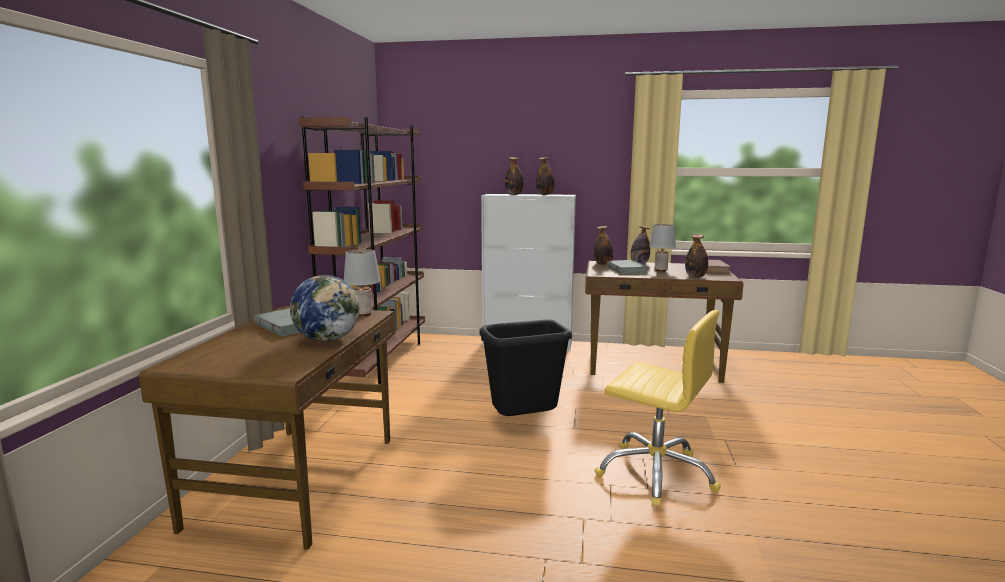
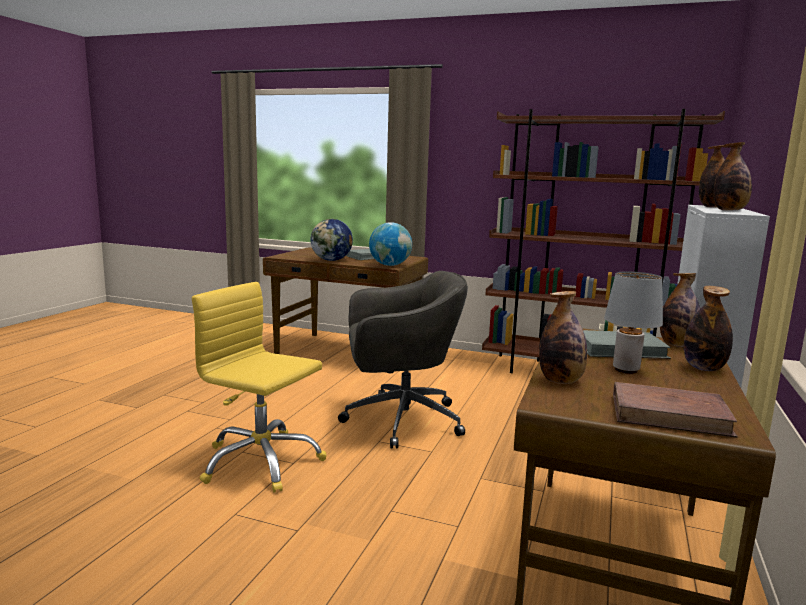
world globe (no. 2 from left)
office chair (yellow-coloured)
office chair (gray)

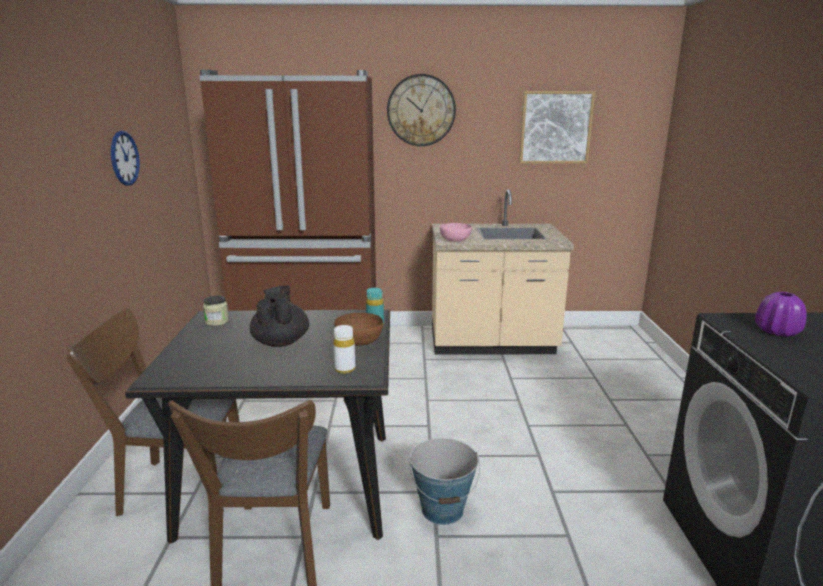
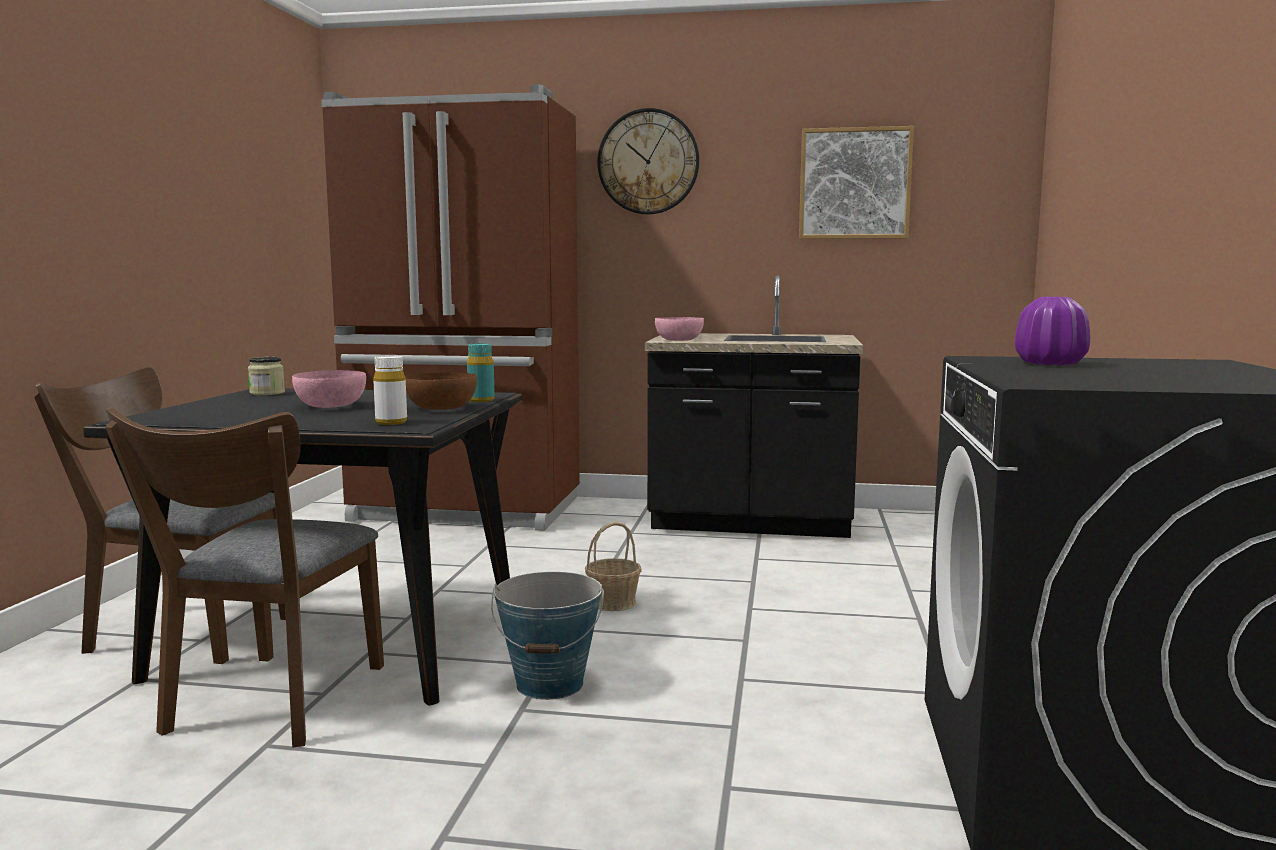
wall clock (no. 1 from left in the first image)
counter (black)
serving bowl (pinkish) (no. 1 from left)
storage basket

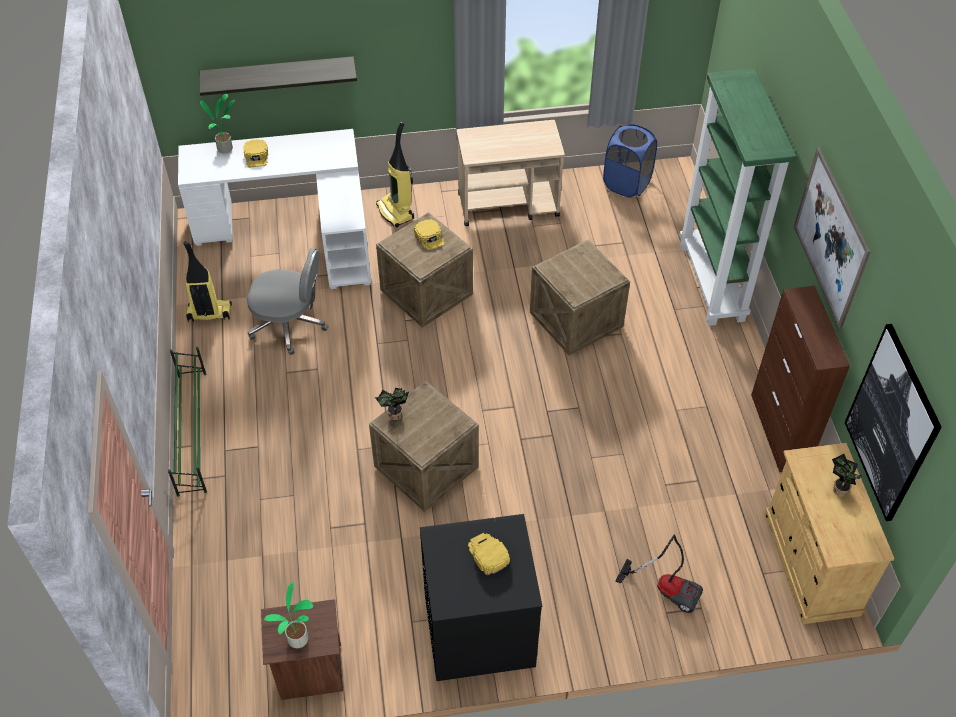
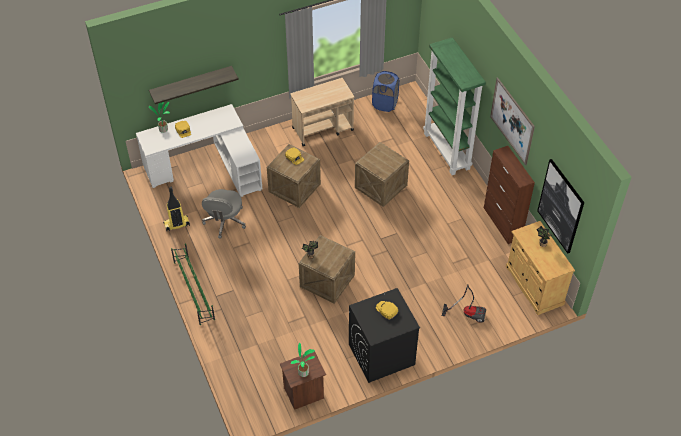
hoover (no. 2 from left in the first image)
office chair (gray)

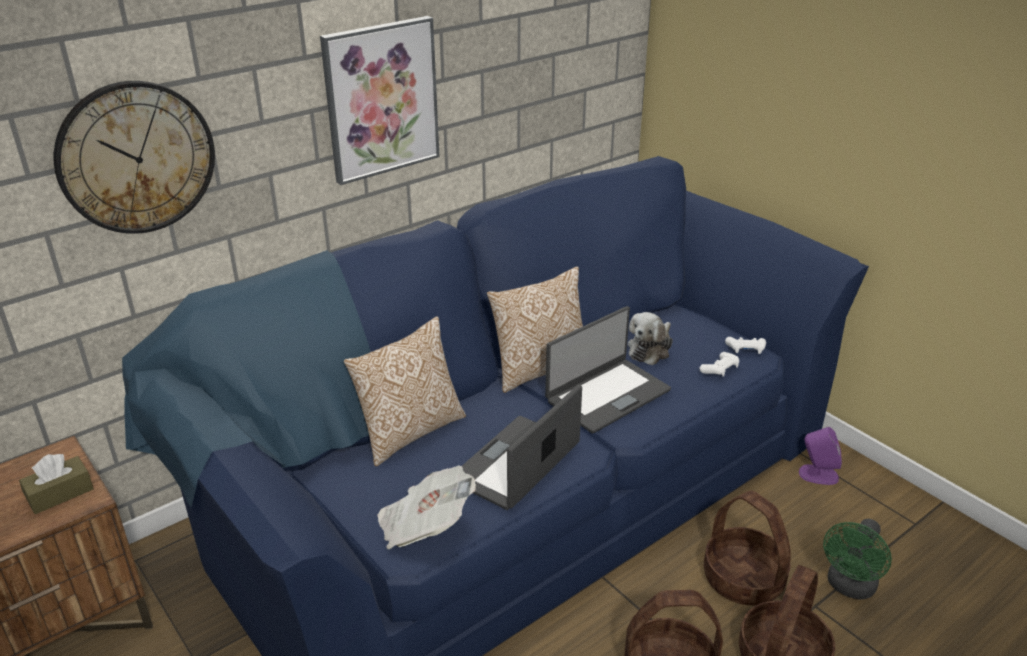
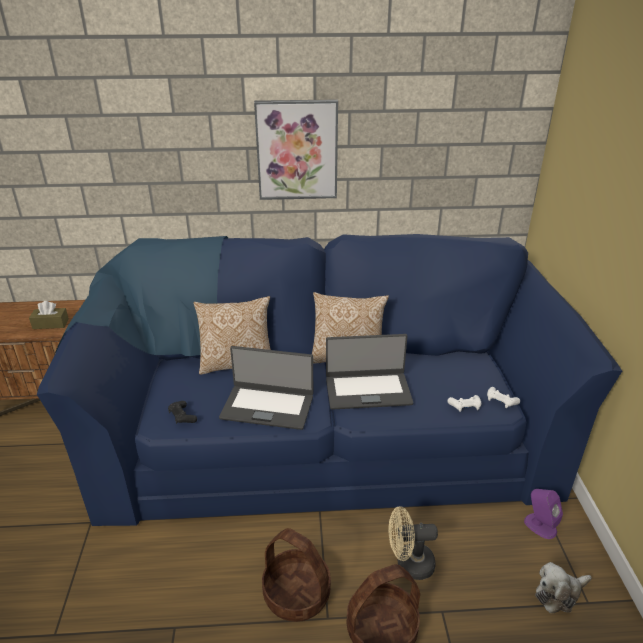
wall clock
plush toy
notebook computer (no. 1 from left)
gamepad (black)
fan (beige-coloured)
fan (green)

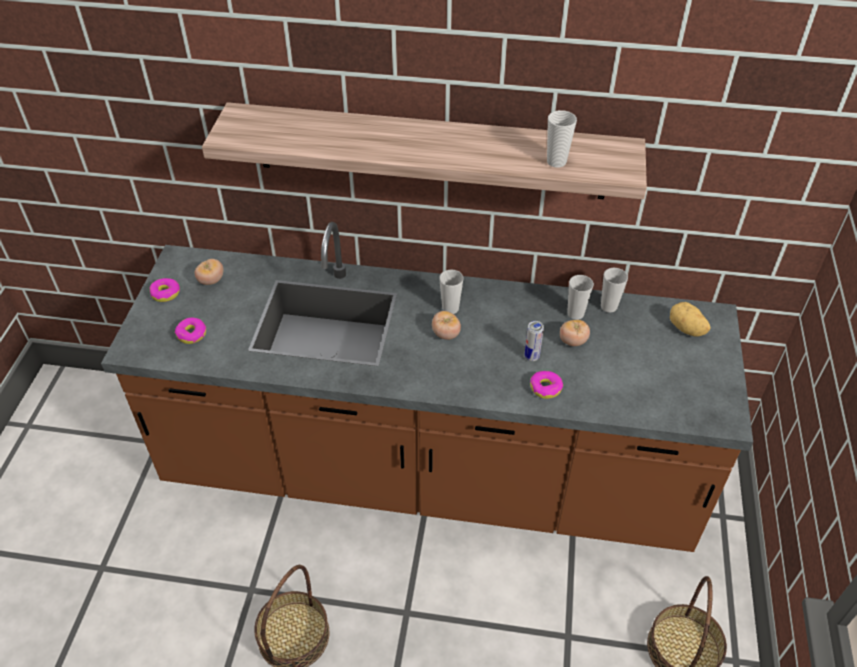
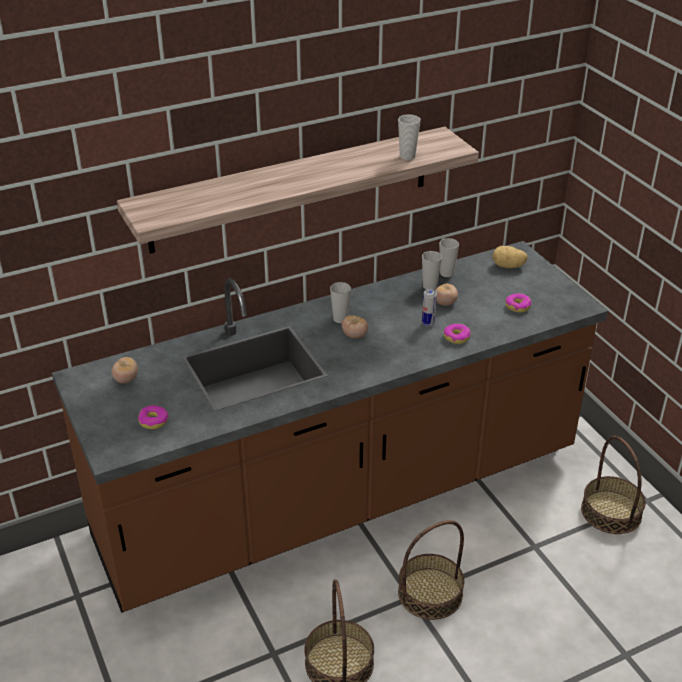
doughnut (no. 3 from left)
storage basket (no. 2 from left)

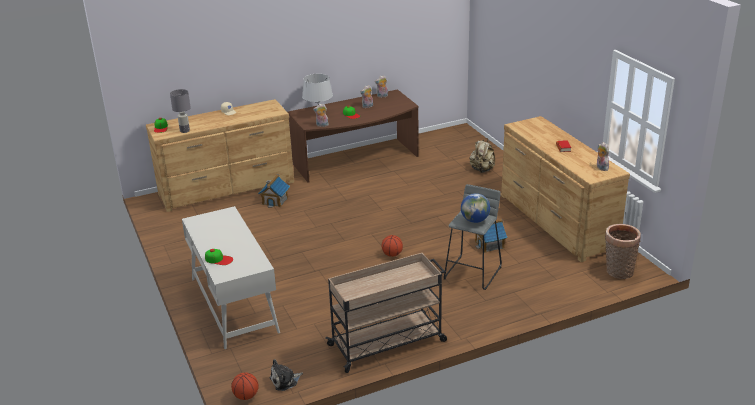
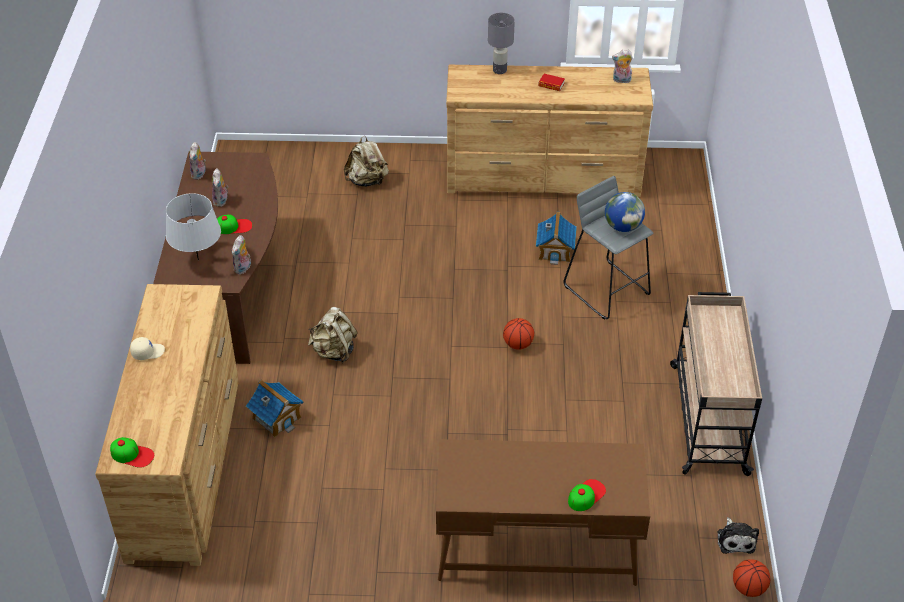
tabletop lamp (gray) (no. 2 from left)
desk table (brown-coloured) (no. 2 from left)
storage basket
rucksack (beige-coloured) (no. 1 from left)

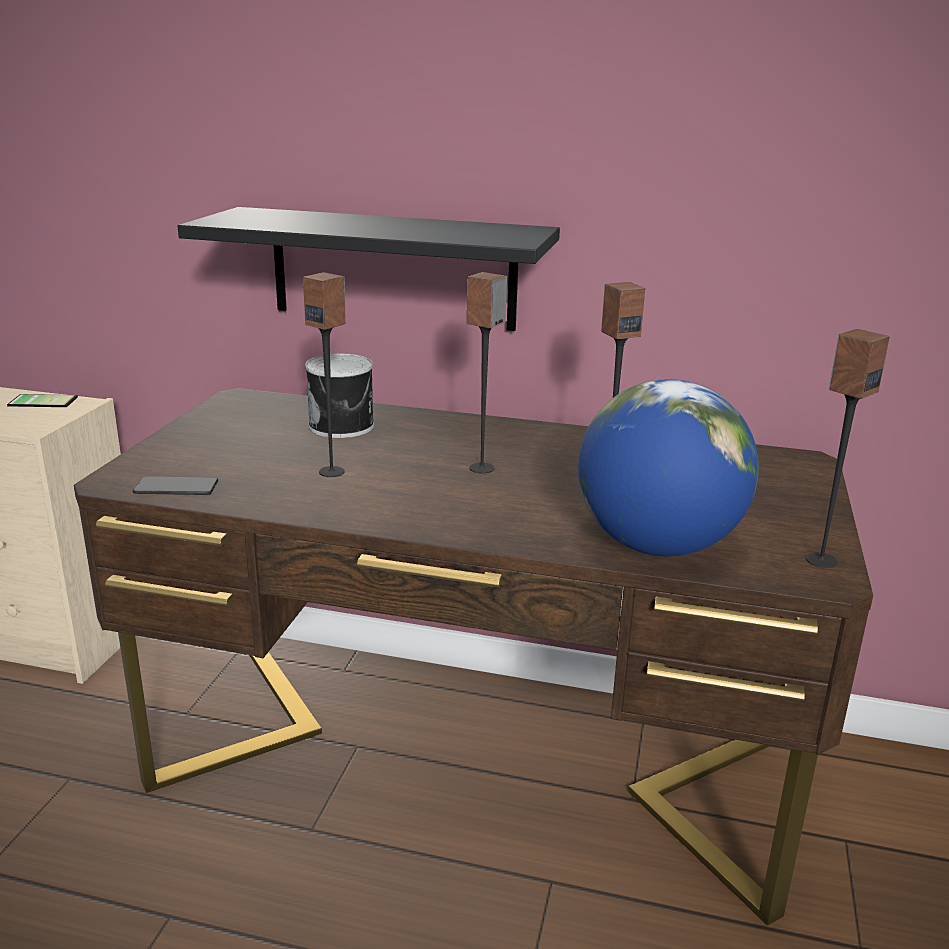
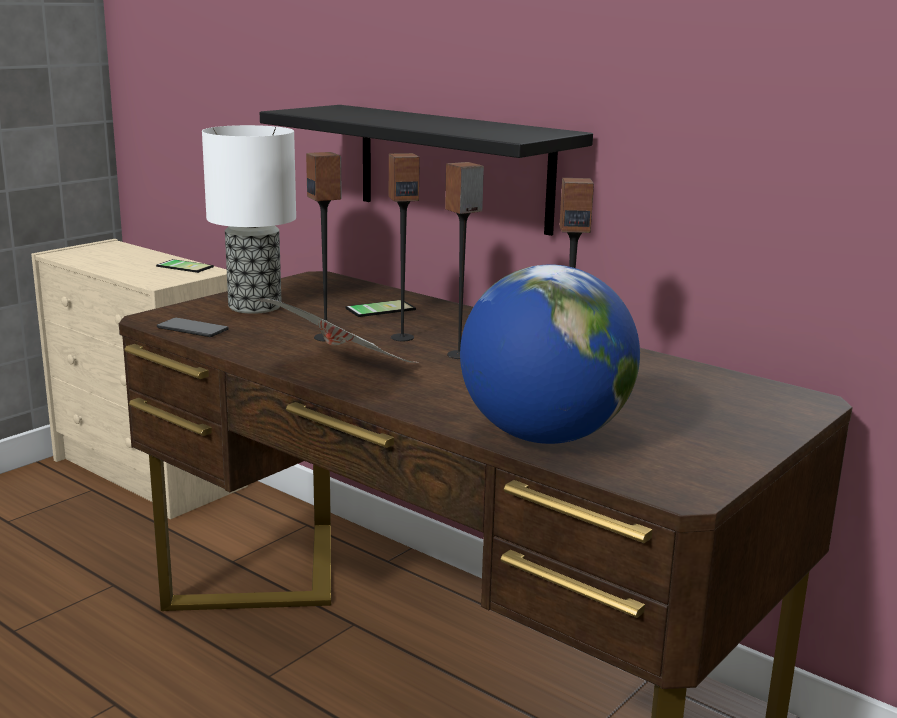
loudspeaker (no. 2 from left)
handset (no. 3 from left)
tabletop lamp
newspaper

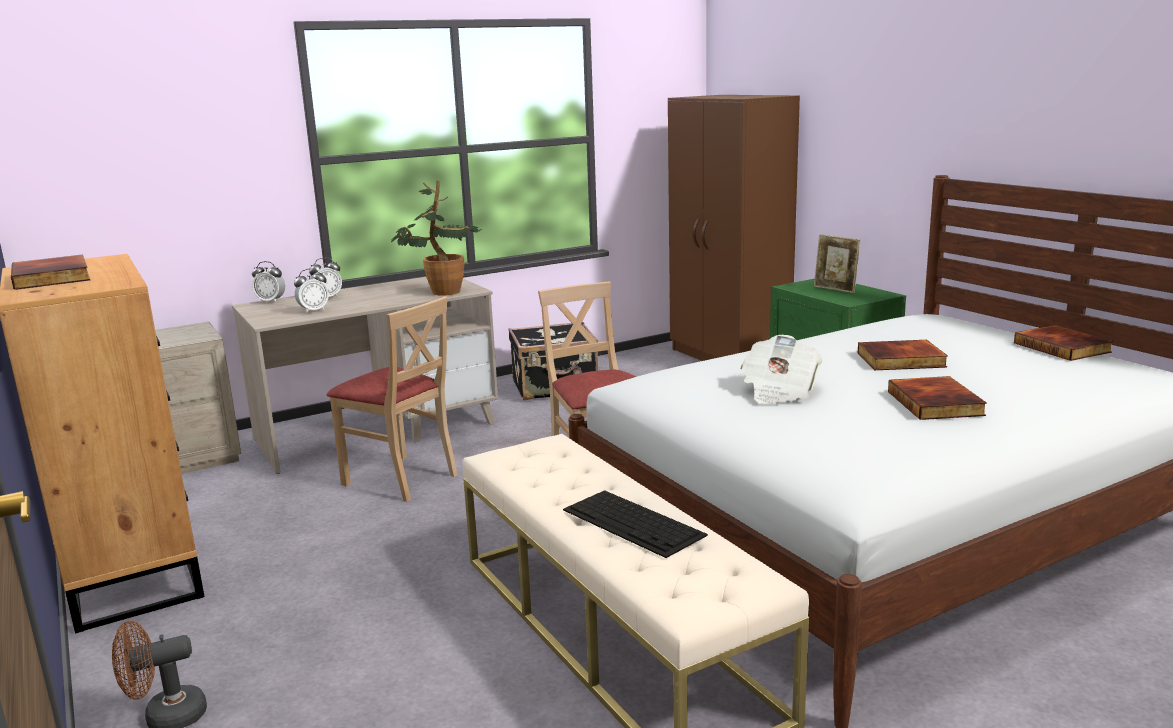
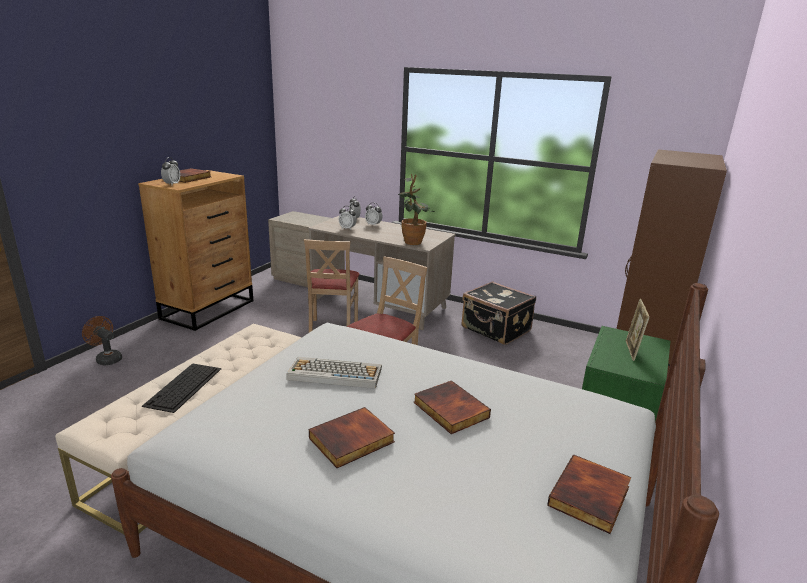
computer keyboard (no. 2 from left)
table clock (no. 1 from left)

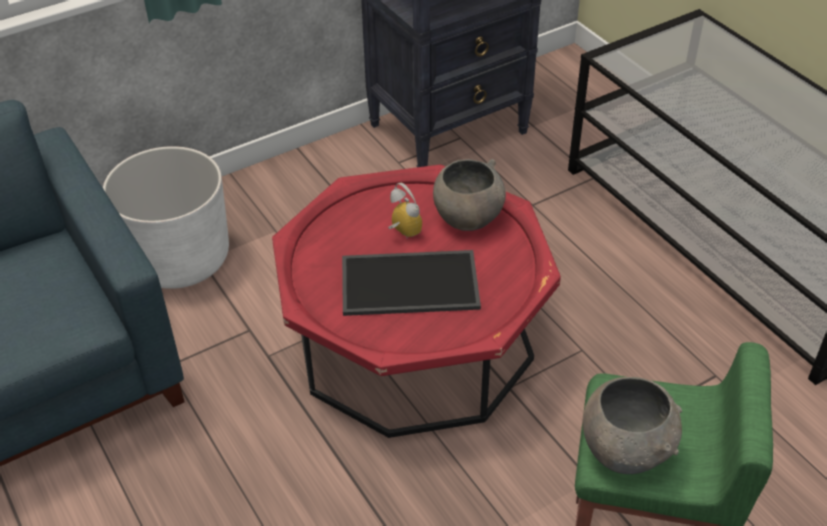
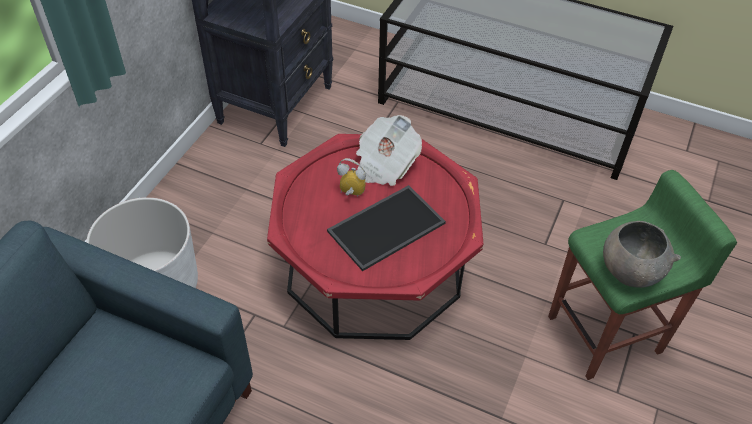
newspaper

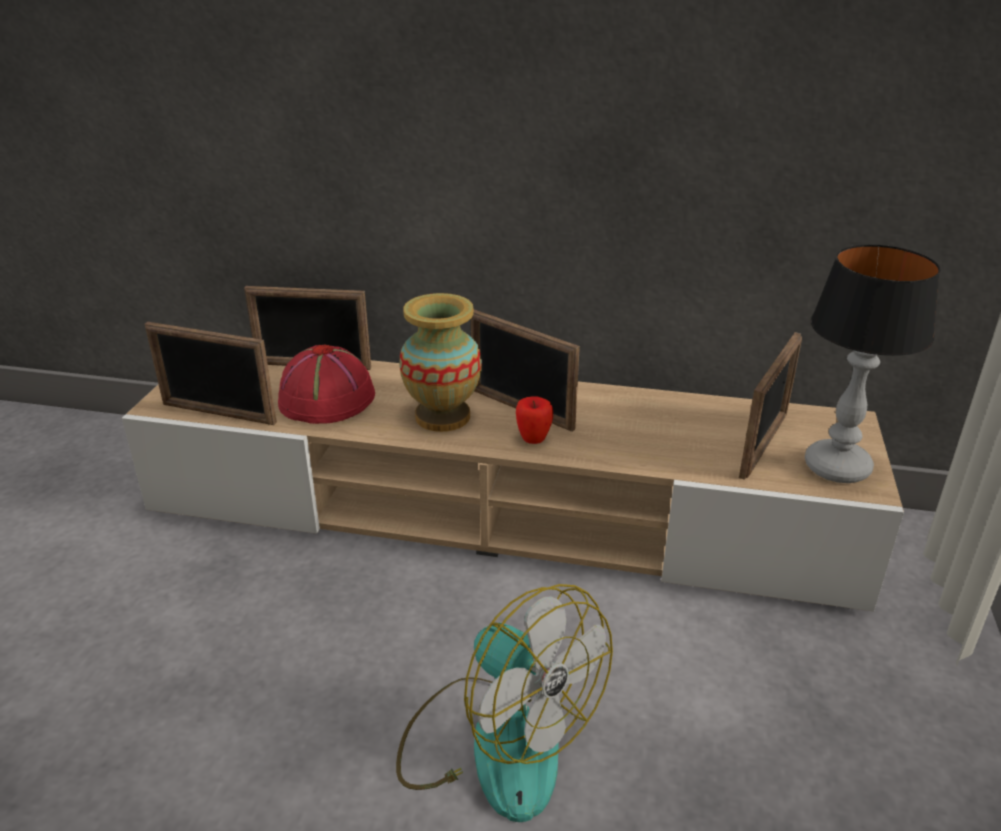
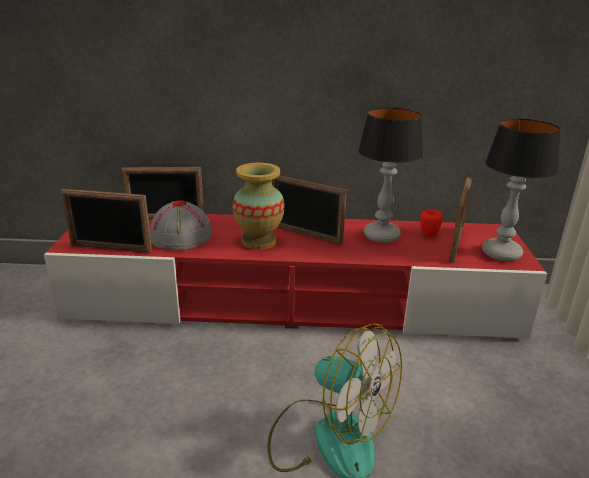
wearable hat (gray)
tv unit (reddish)
whole apple
tabletop lamp (no. 1 from left)

